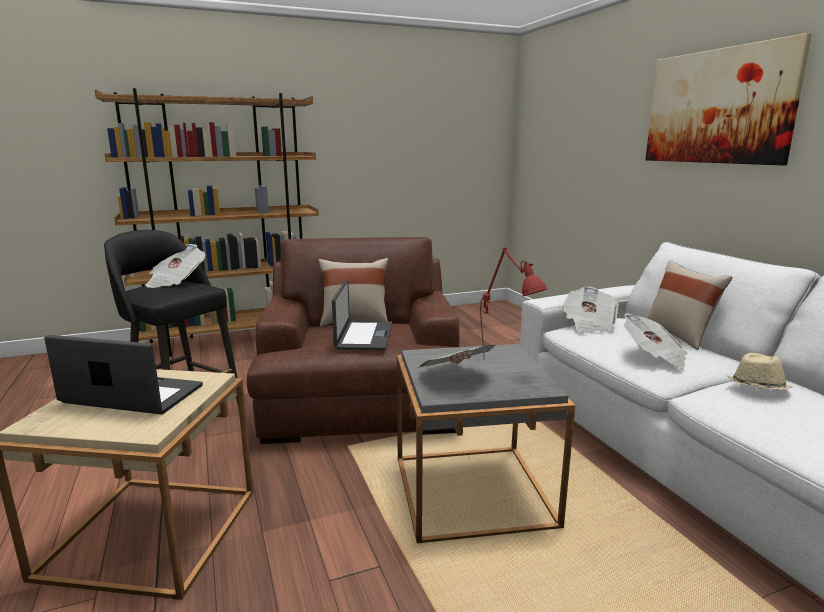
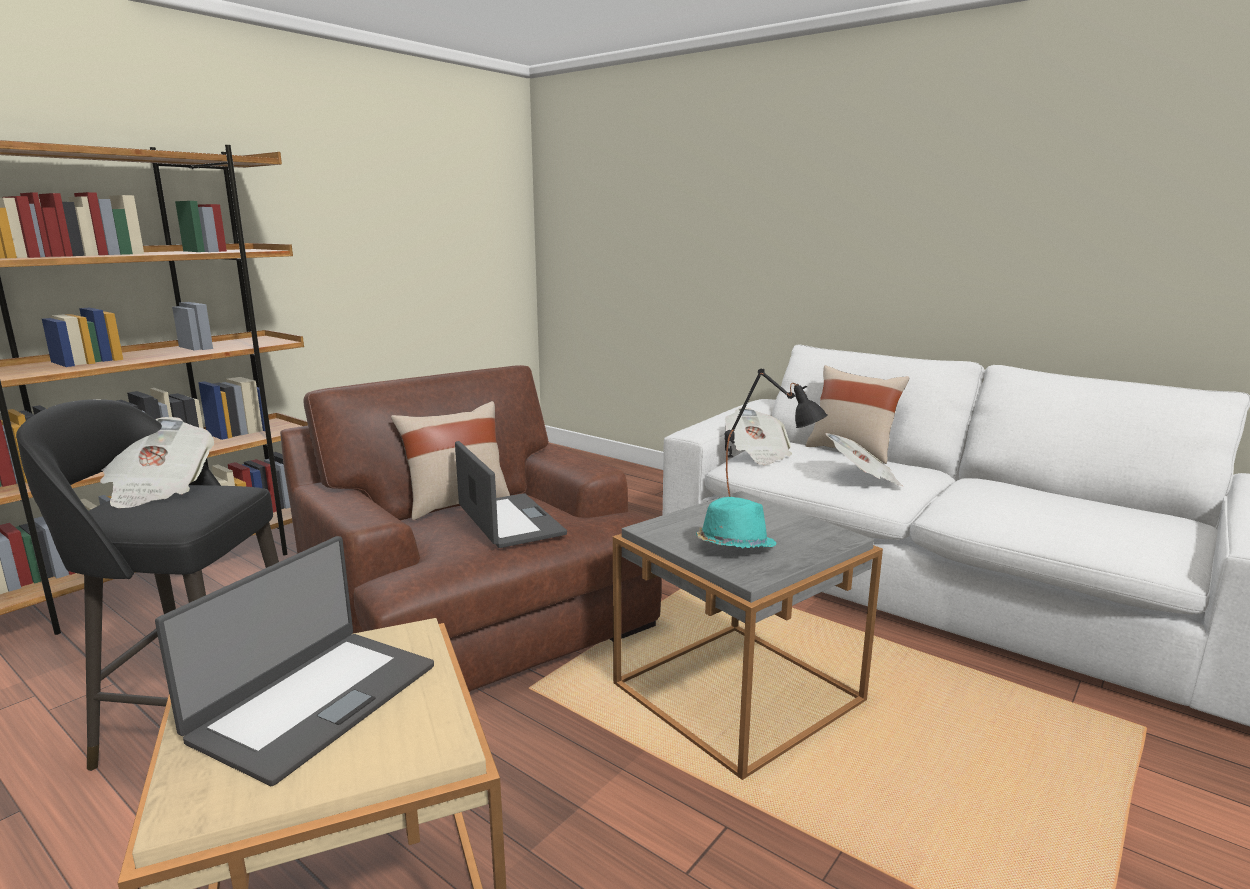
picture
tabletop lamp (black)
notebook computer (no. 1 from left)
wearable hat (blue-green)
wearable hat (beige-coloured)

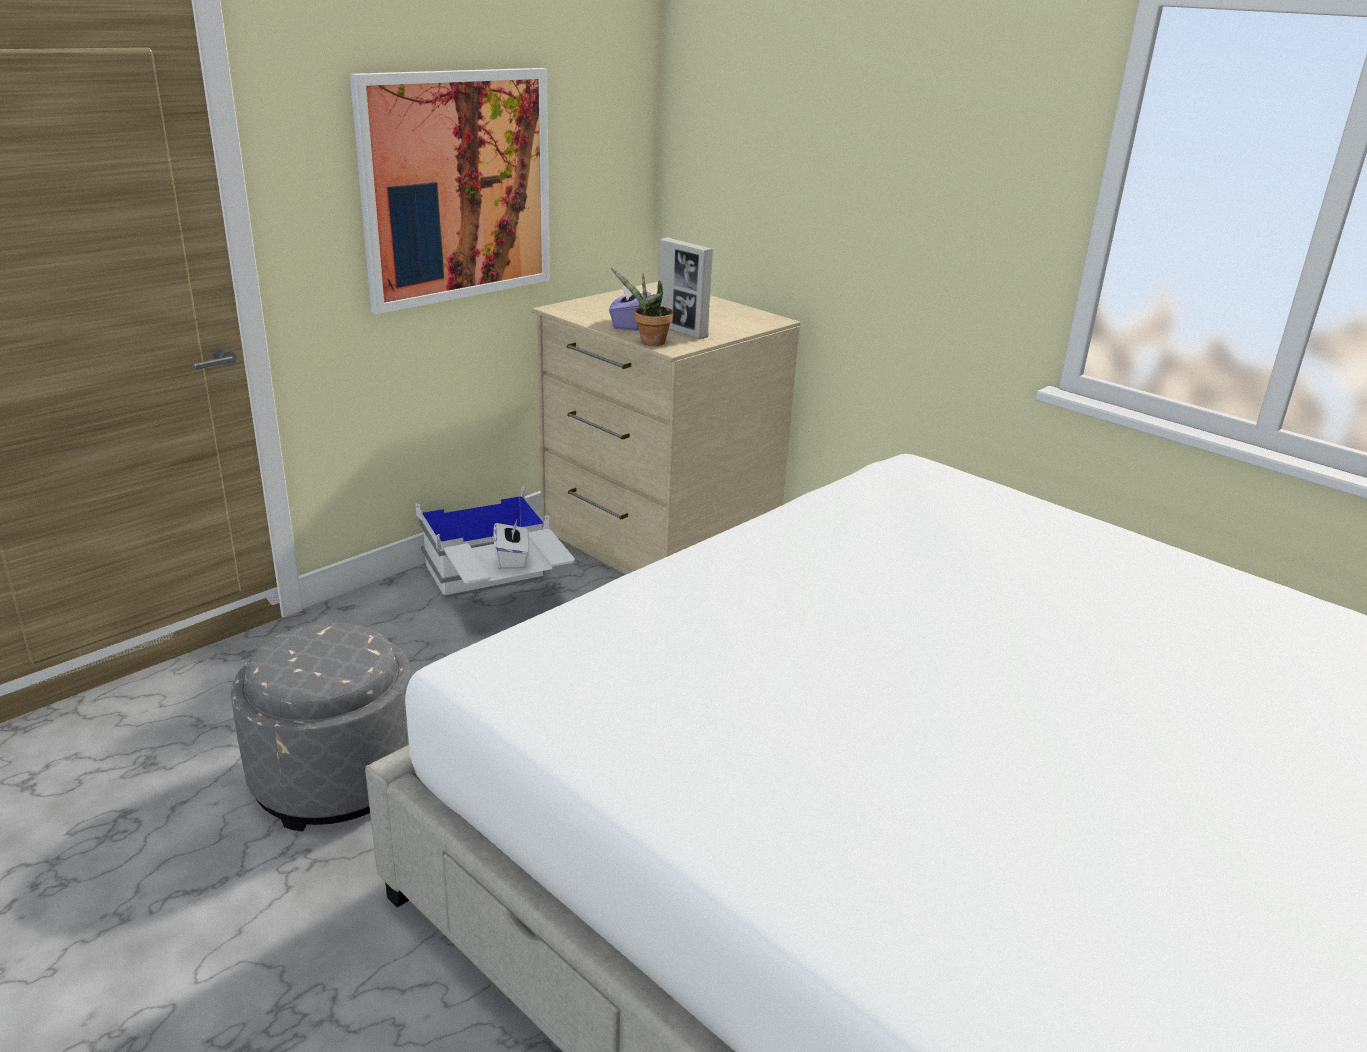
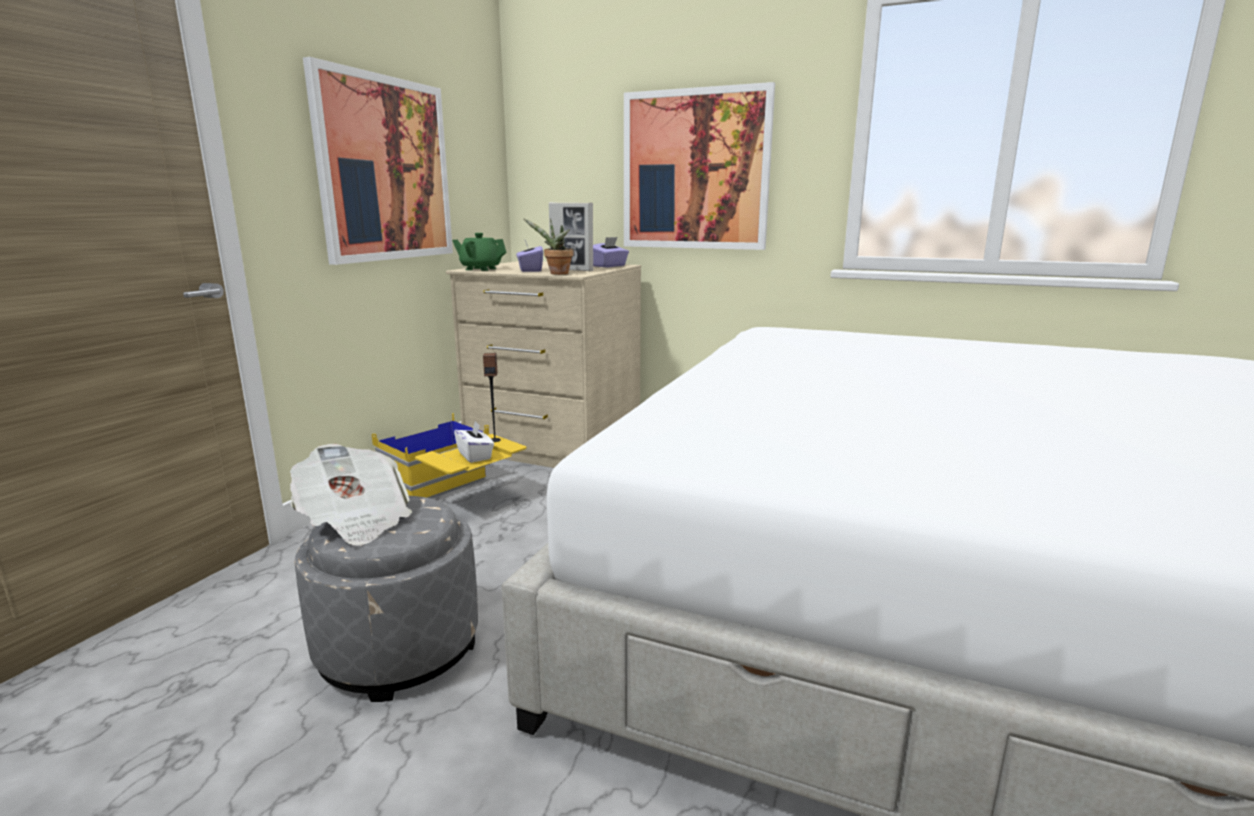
storage bin (yellow-coloured)
picture (no. 2 from left)
tea pot (green)
tissue holder (purple-coloured) (no. 2 from left)
loudspeaker
newspaper

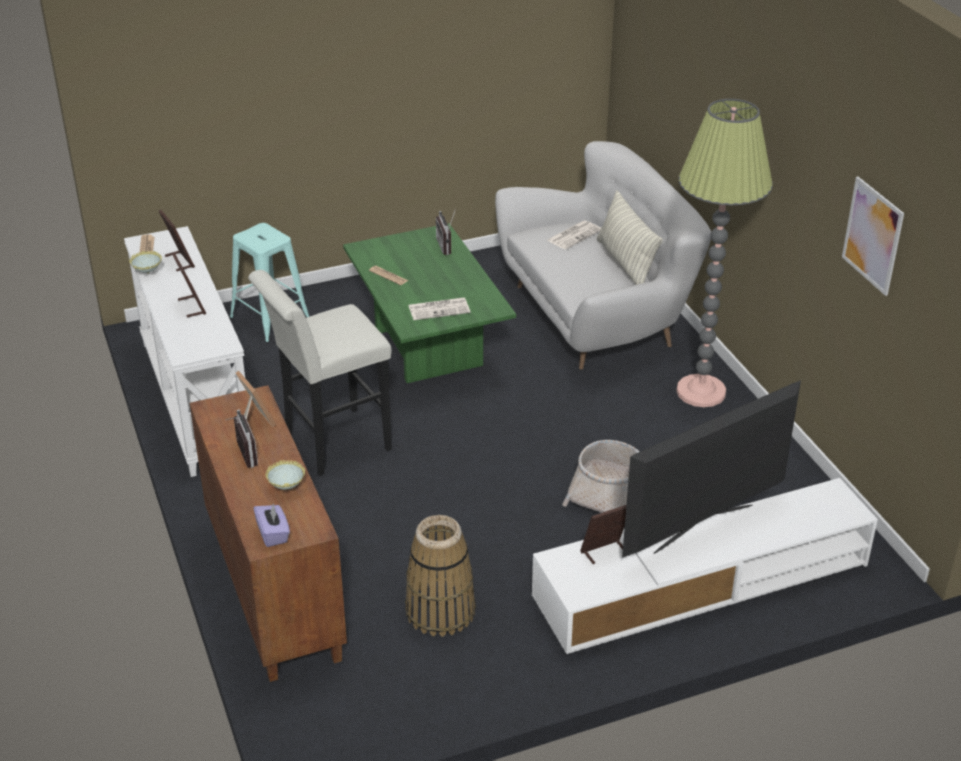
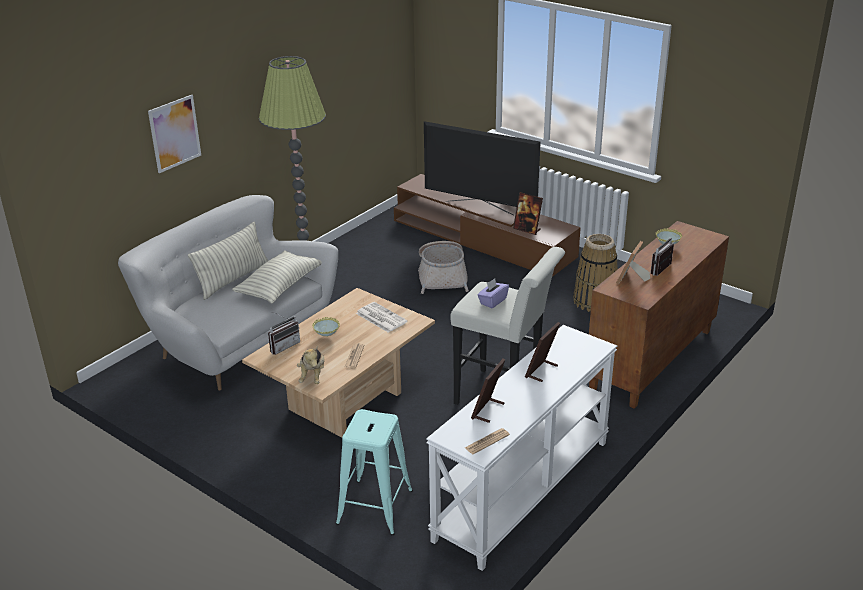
picture
newspaper (no. 4 from left in the first image)
lounge table (beige-coloured)
serving bowl (no. 1 from left)
tv unit (brown-coloured)
tissue holder (purple-coloured)
pillow (no. 2 from left)
plush toy

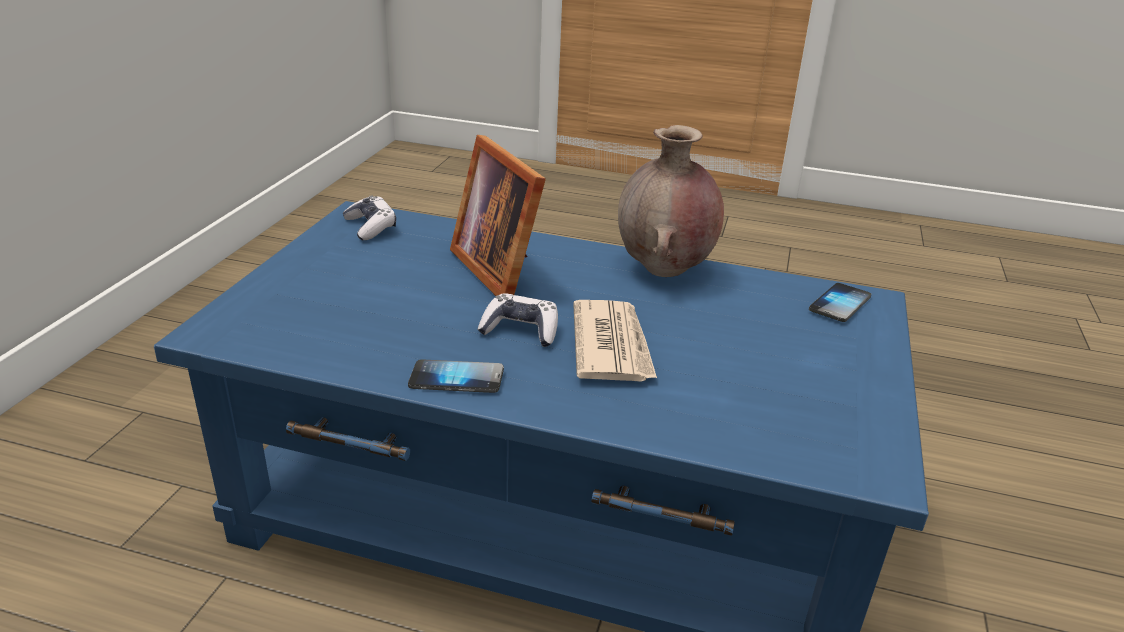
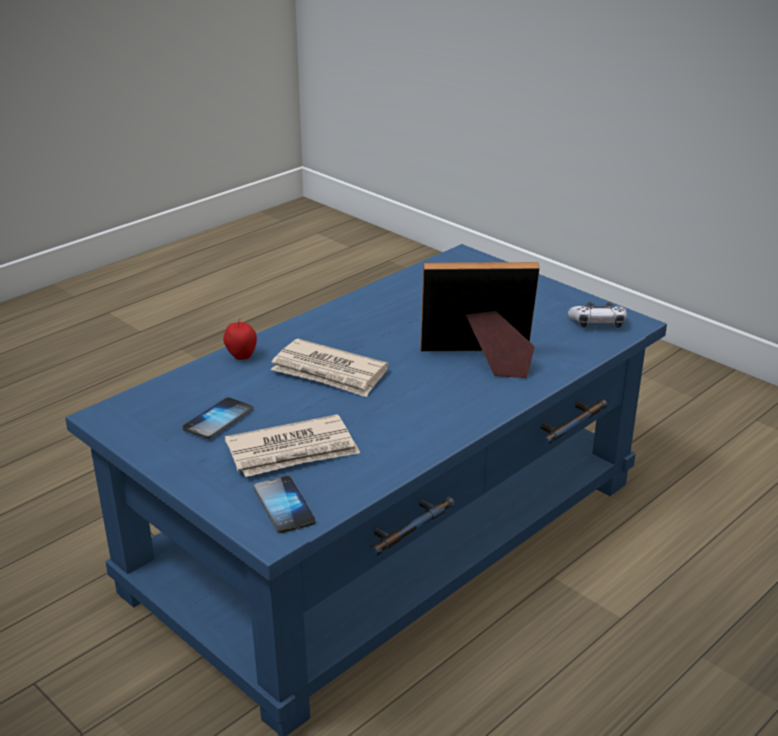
flower vase (brown-coloured)
gamepad (no. 2 from left in the first image)
handset (no. 1 from left)
whole apple
newspaper (no. 1 from left)

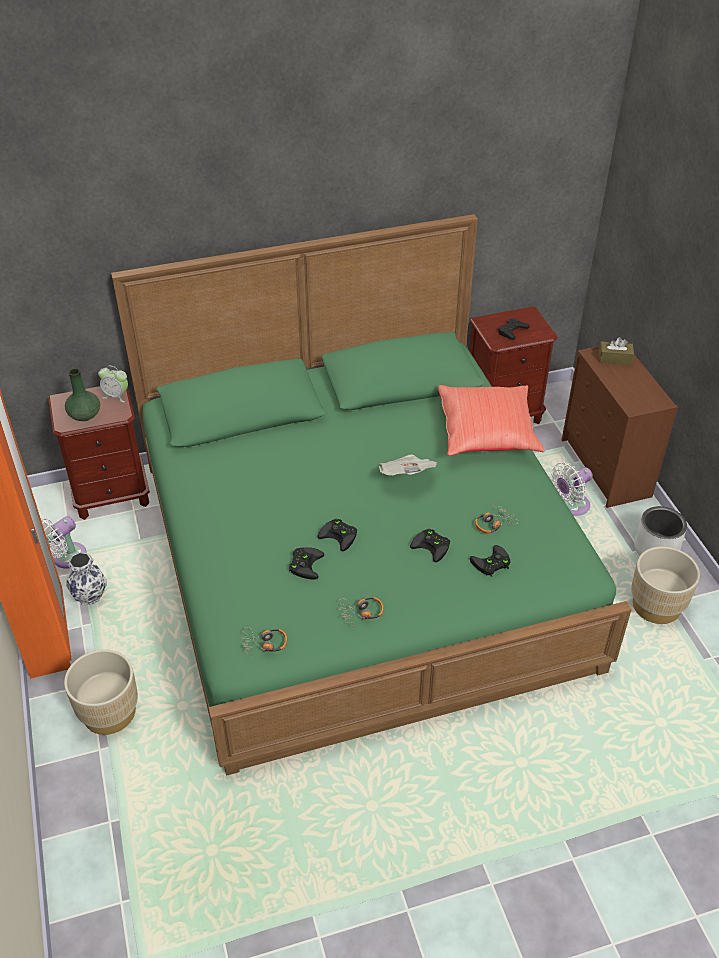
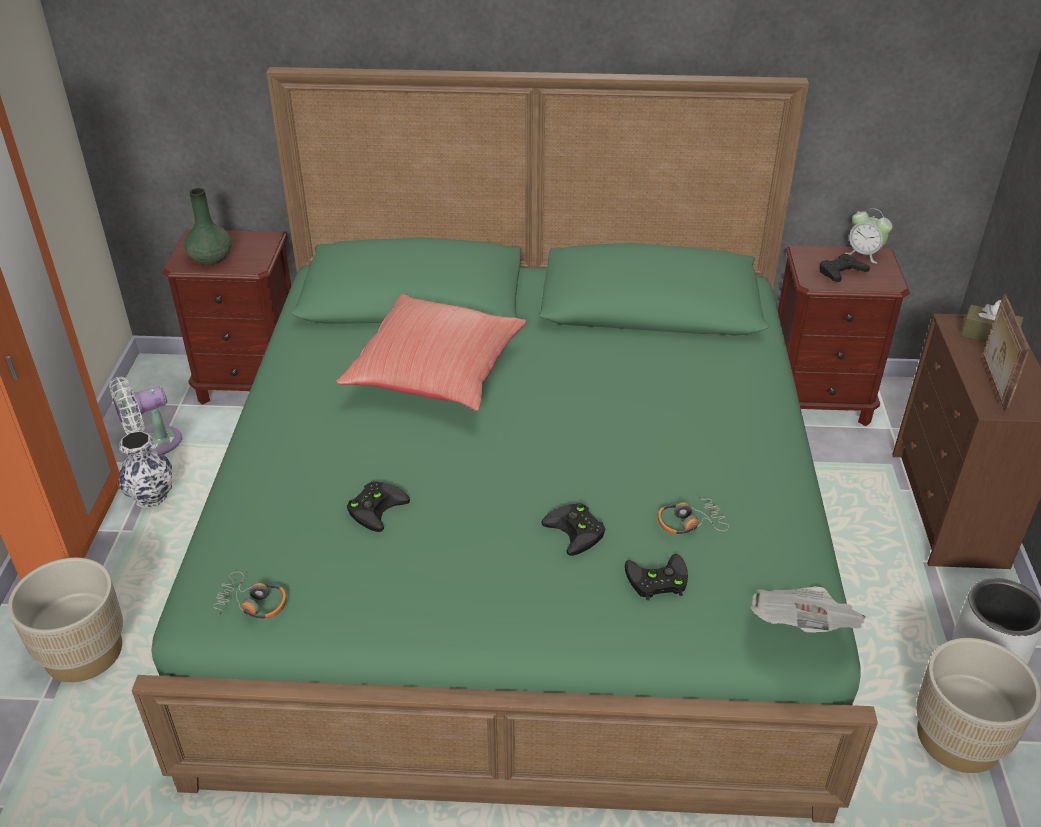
table clock
pillow (reddish)
newspaper
fan (whitish) (no. 2 from left in the first image)
gamepad (black) (no. 2 from left in the first image)
headset (no. 2 from left in the first image)
photo frame

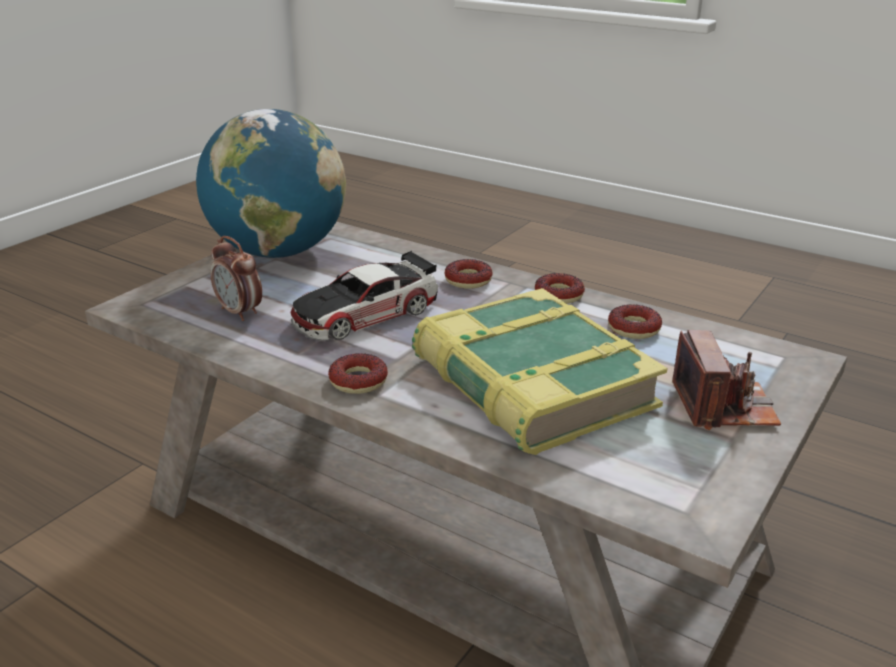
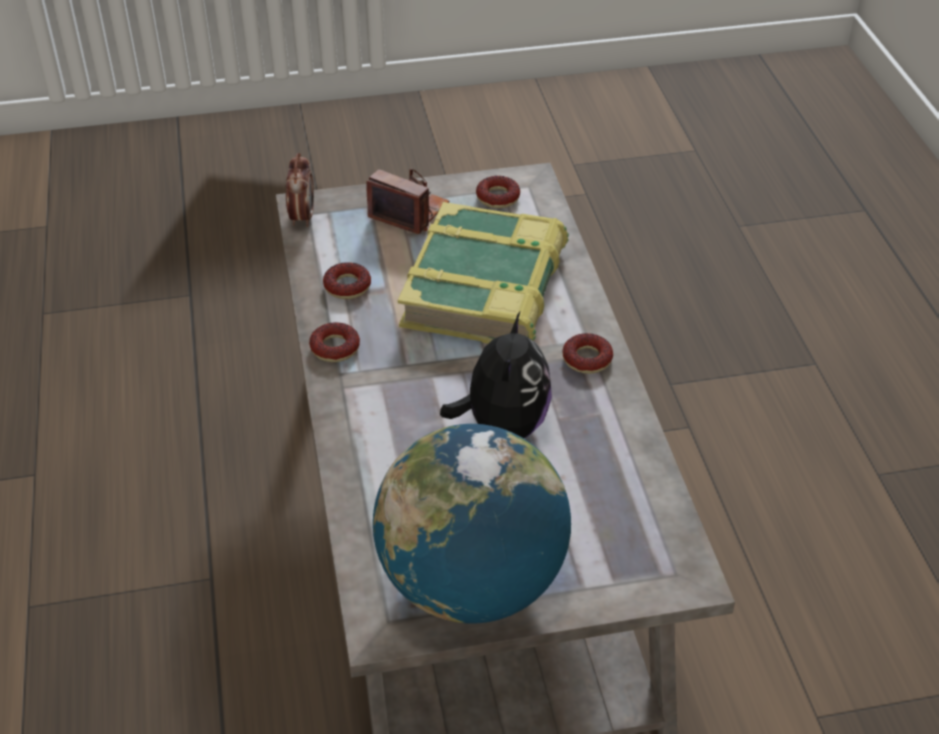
table clock
plush toy
doughnut (no. 3 from left)
photo camera

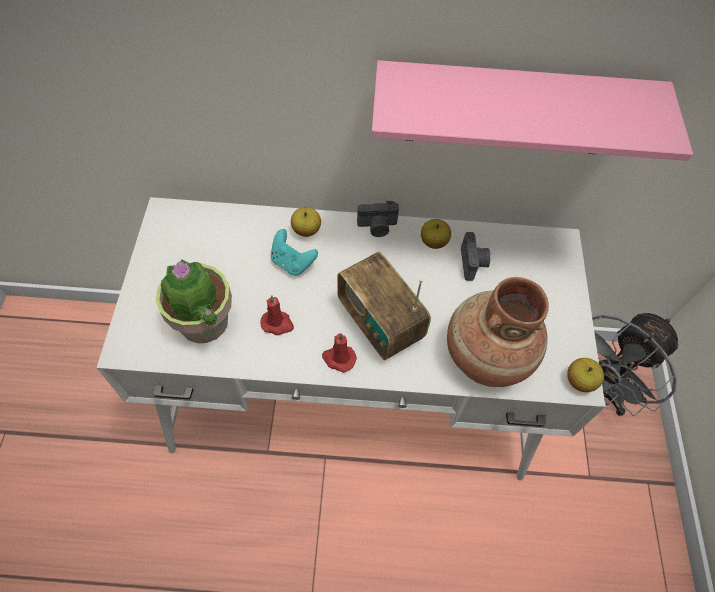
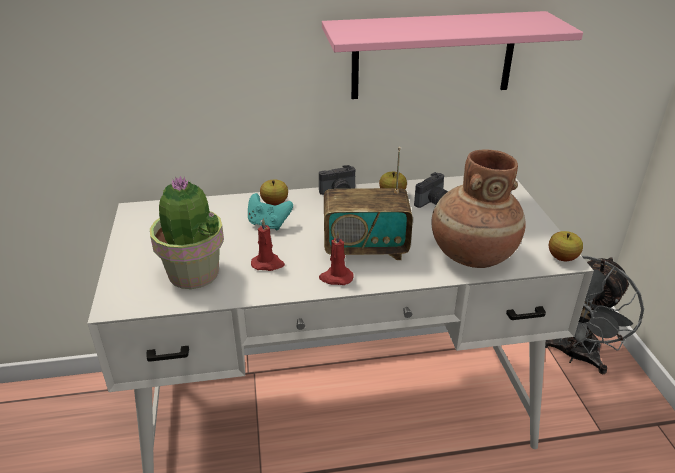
photo camera (no. 2 from left)
radio receiver

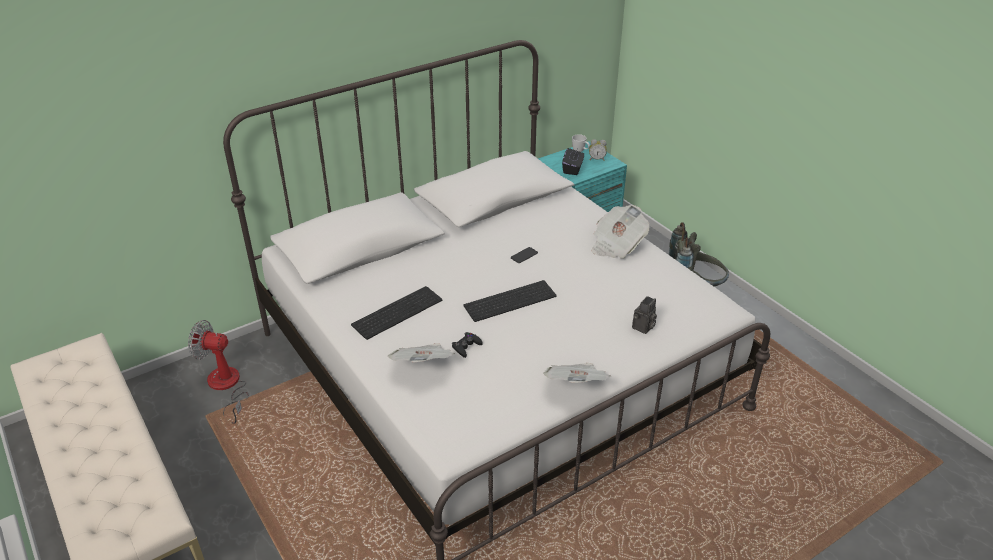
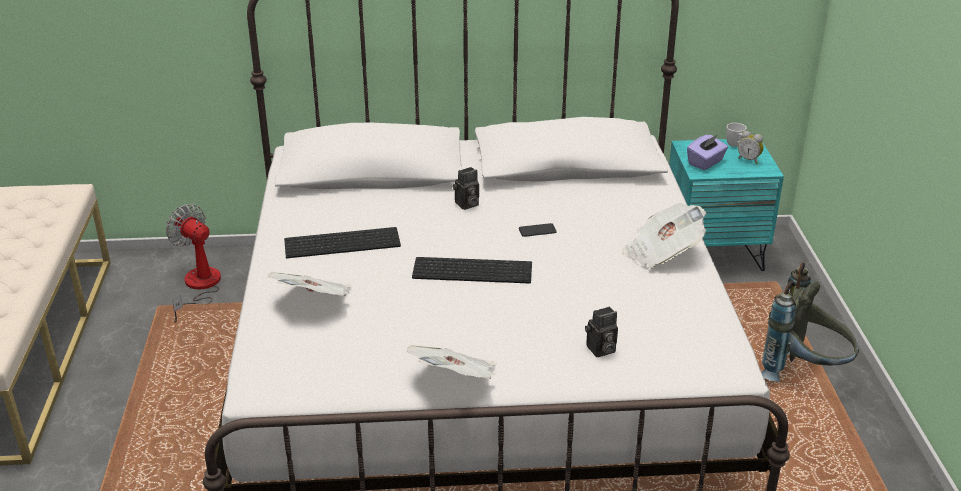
tissue holder (purple-coloured)
gamepad (black)
photo camera (no. 1 from left)

